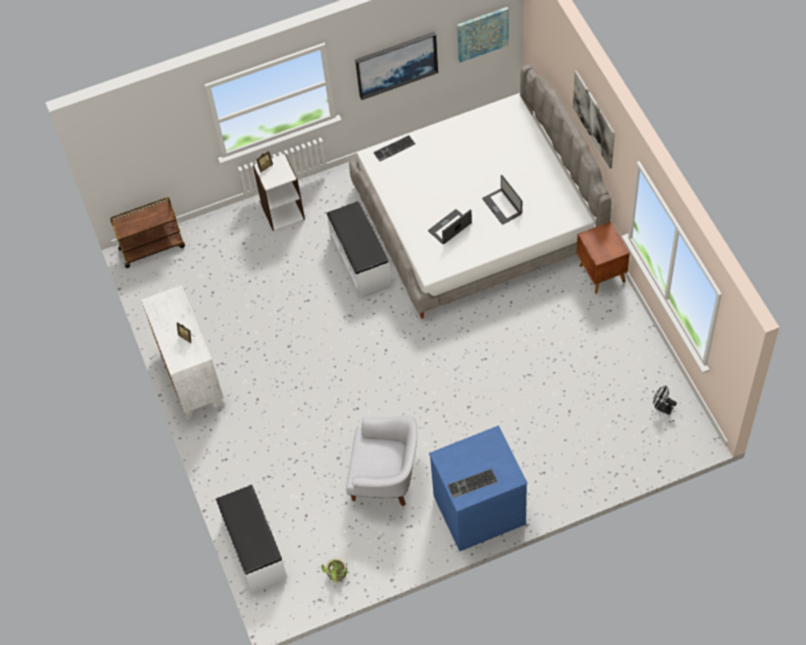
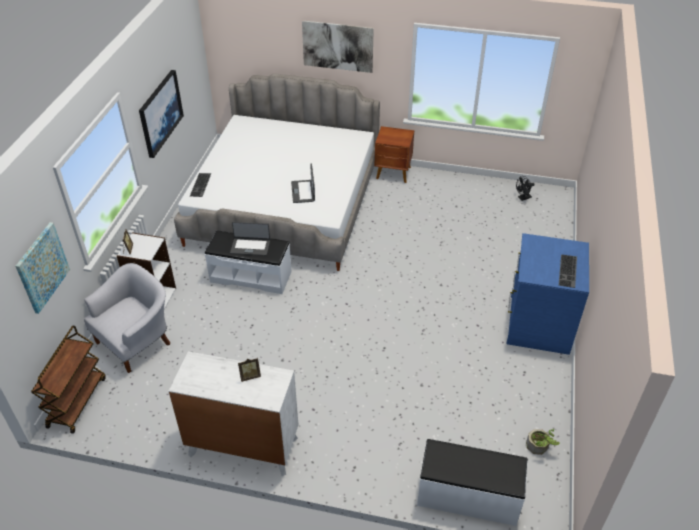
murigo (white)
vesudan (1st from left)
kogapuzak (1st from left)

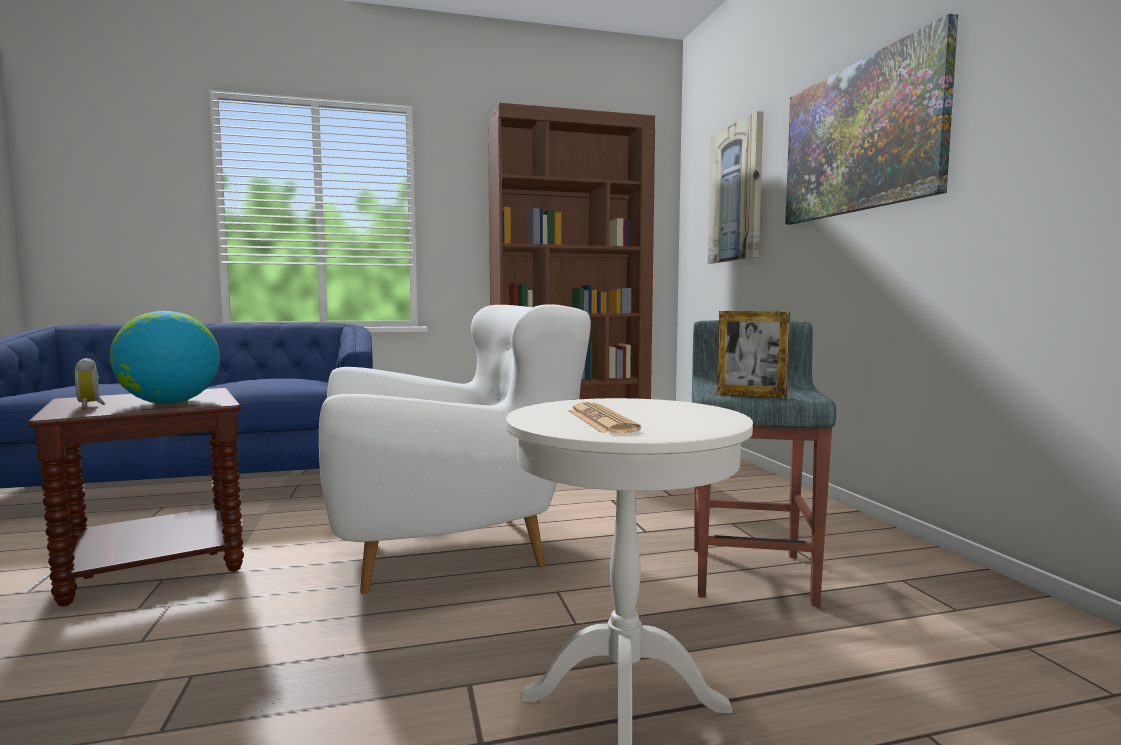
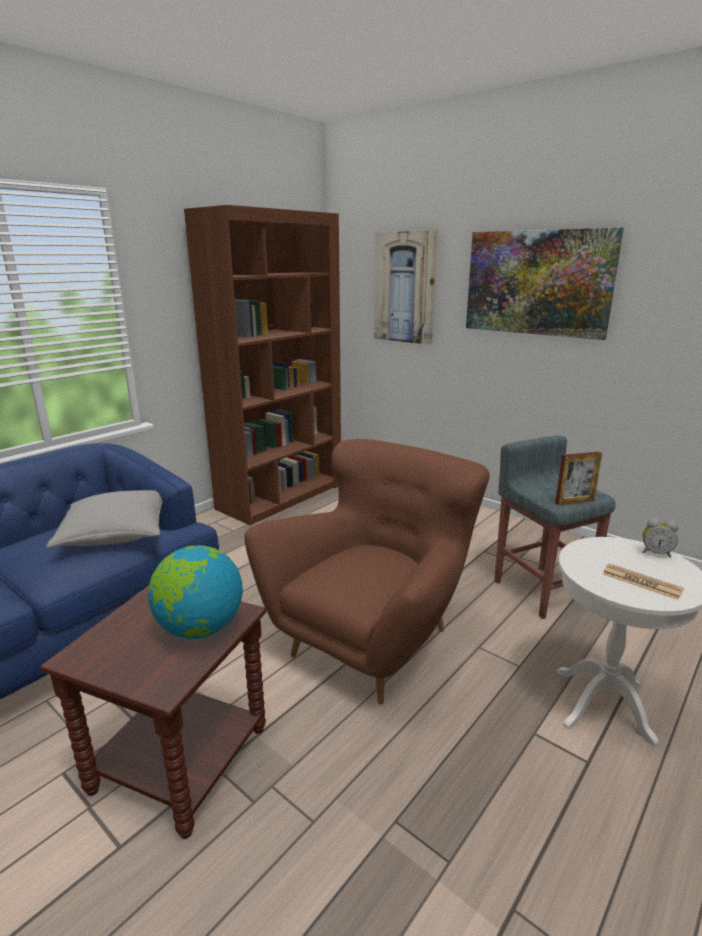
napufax
murigo (brown)
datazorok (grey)

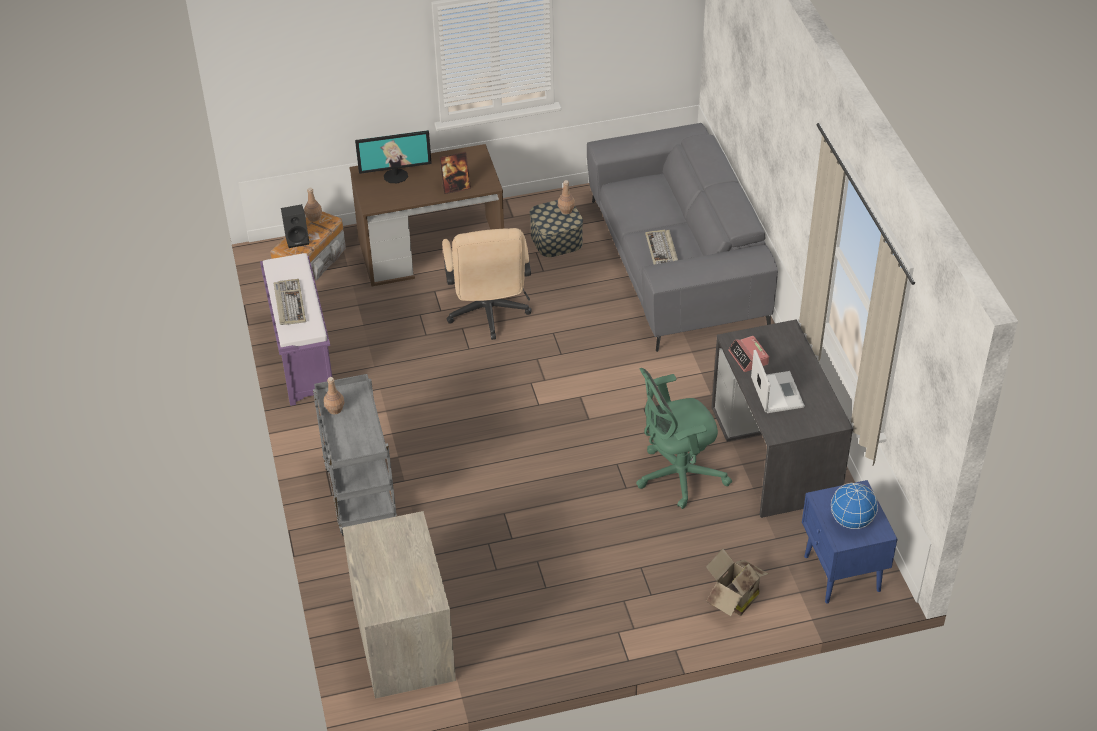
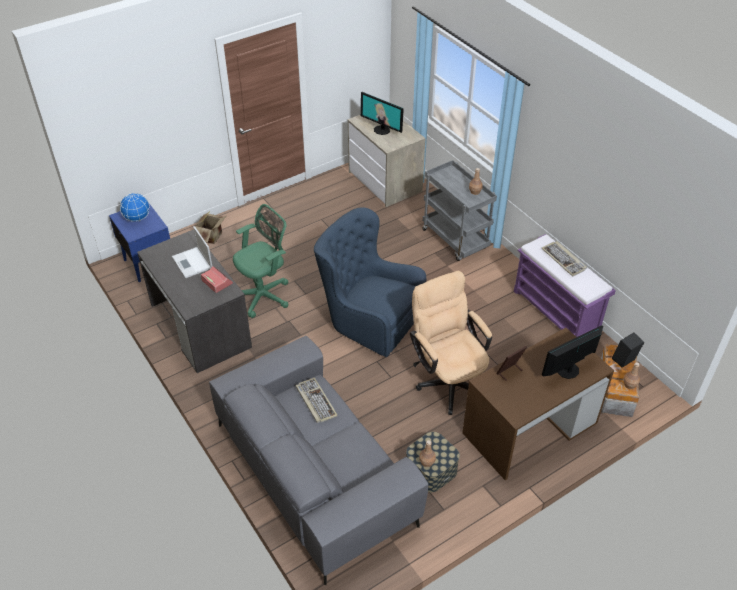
murigo (blue)
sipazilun (1st from left)

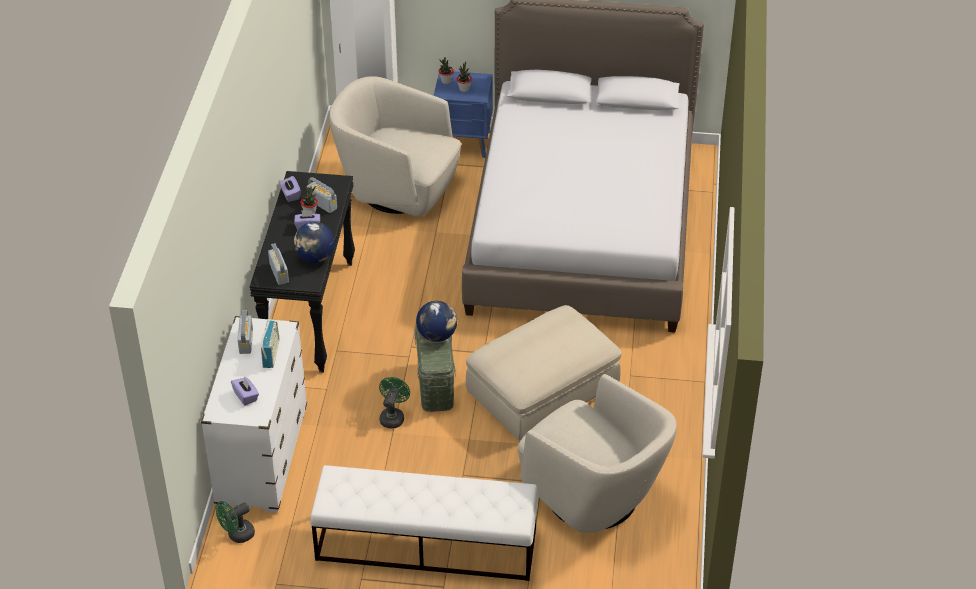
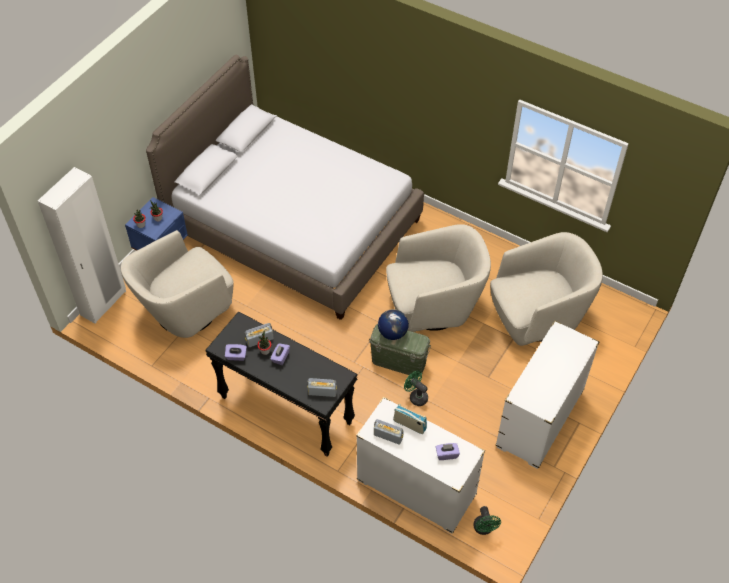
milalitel (1st from left in the first image)
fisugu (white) (2nd from left)
murigo (beige) (2nd from left)

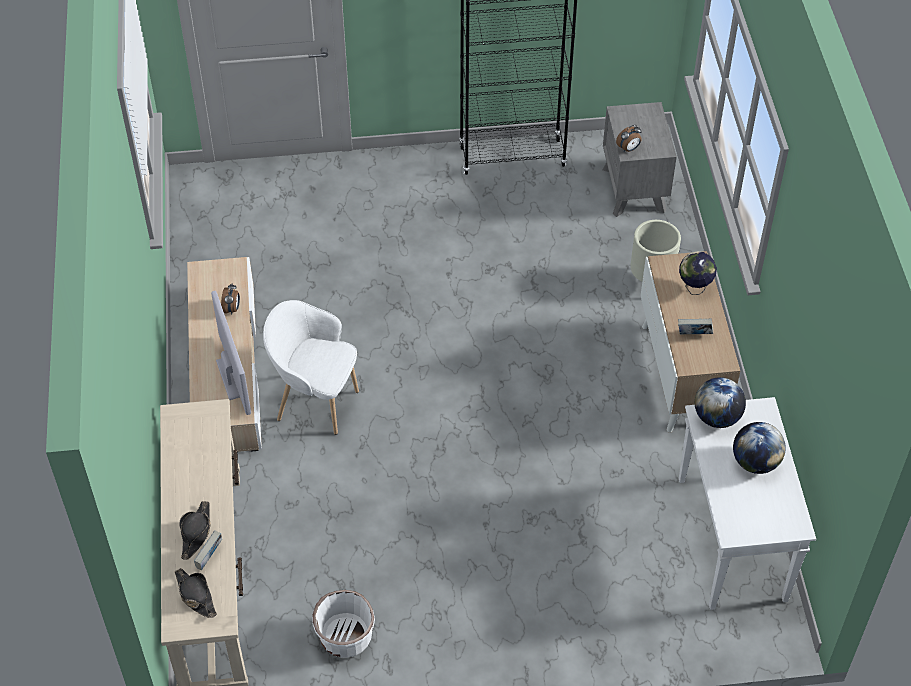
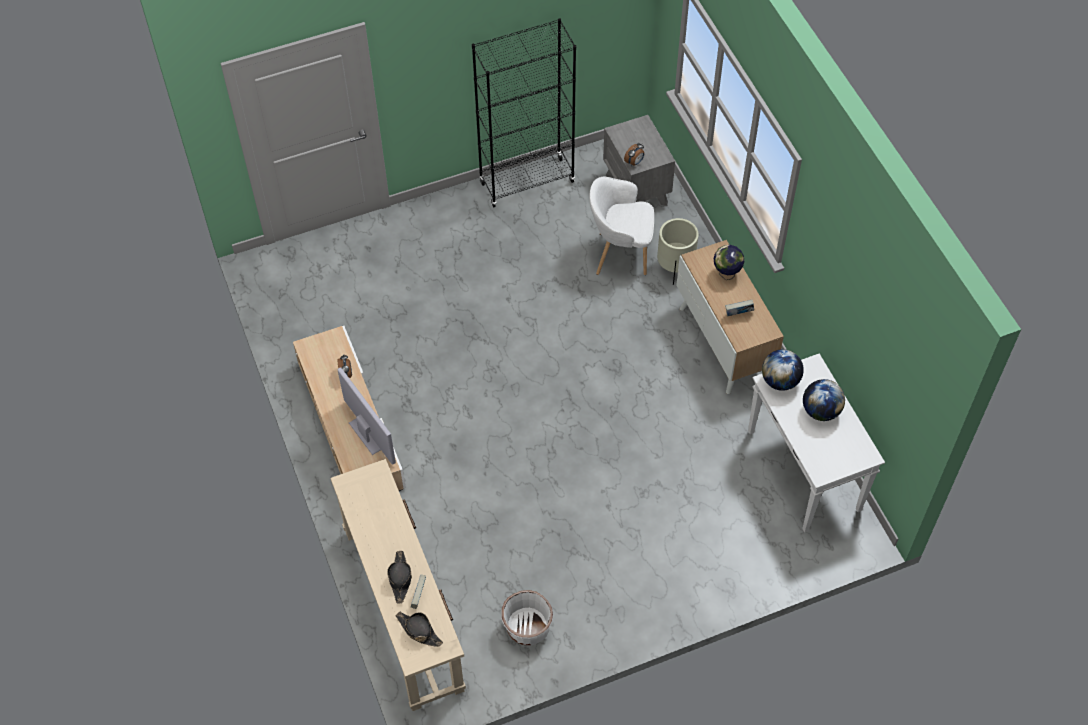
murigo (white)

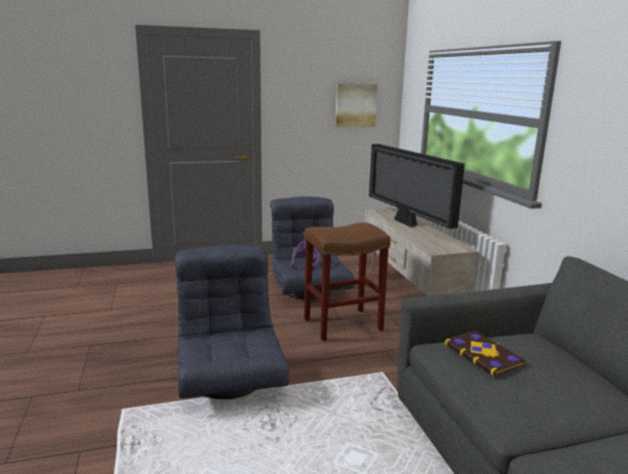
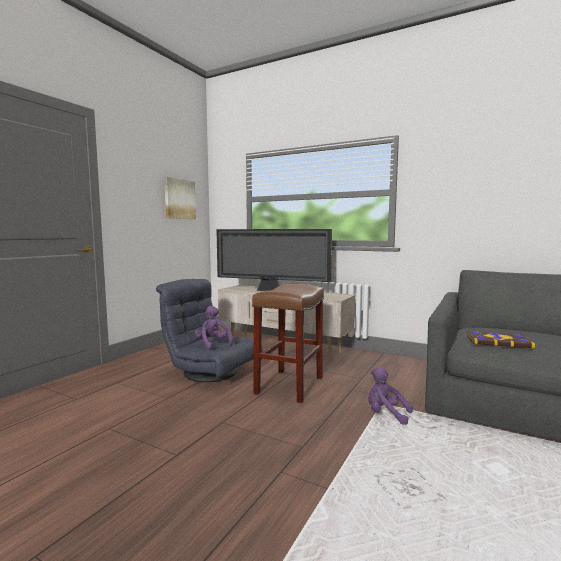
murigo (grey) (1st from left in the first image)
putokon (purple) (2nd from left)

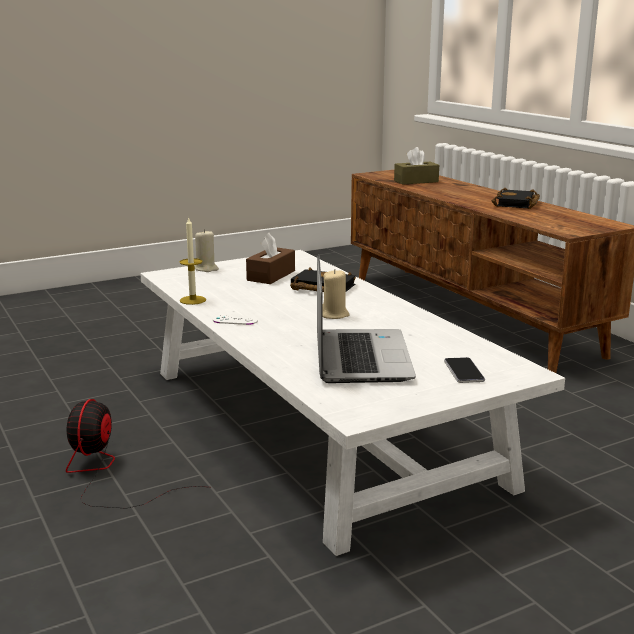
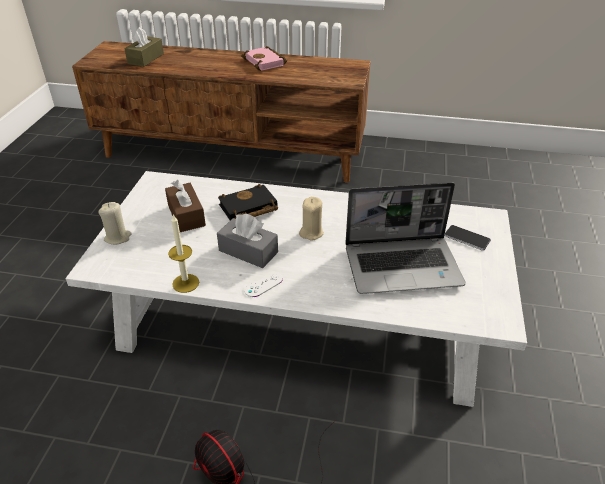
kogapuzak
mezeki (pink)
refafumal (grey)

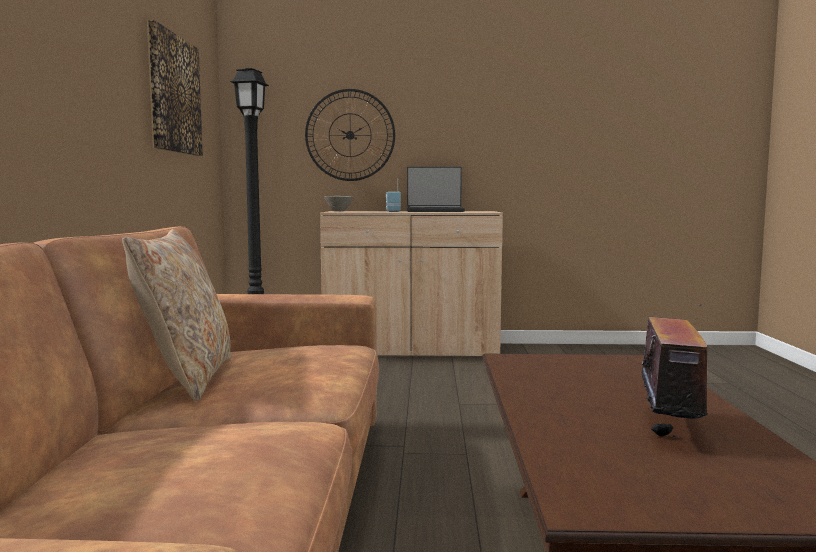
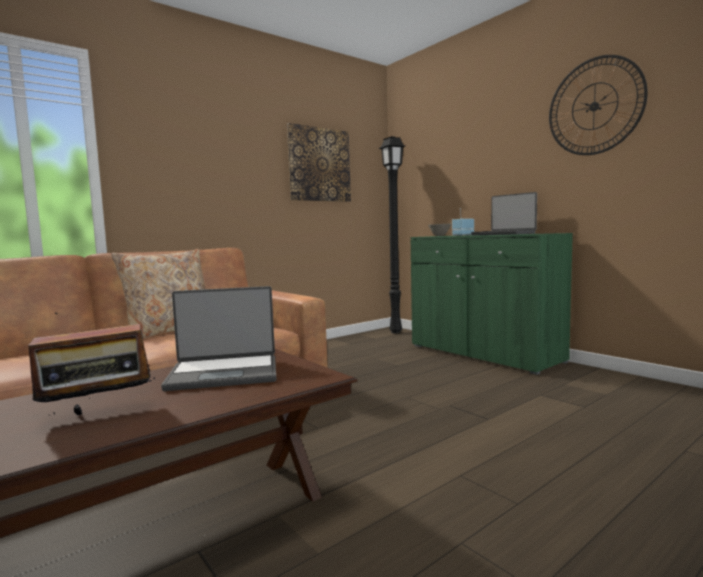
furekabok
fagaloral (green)
kogapuzak (1st from left)

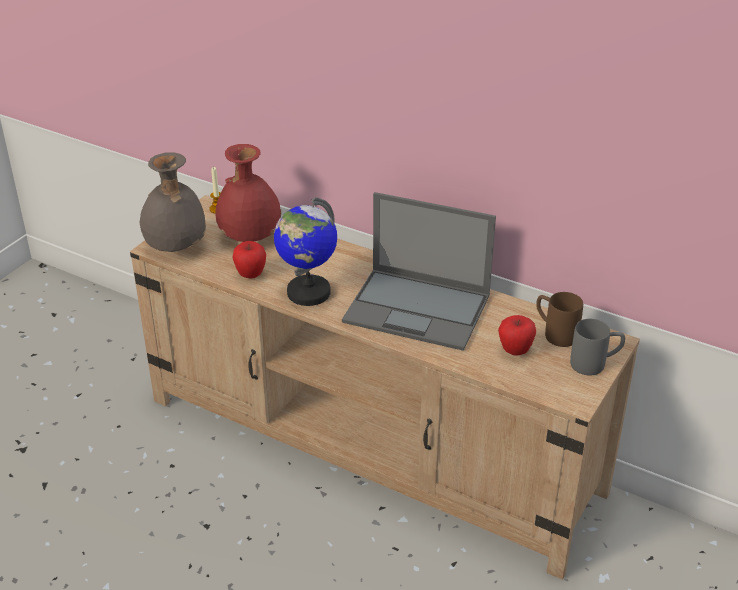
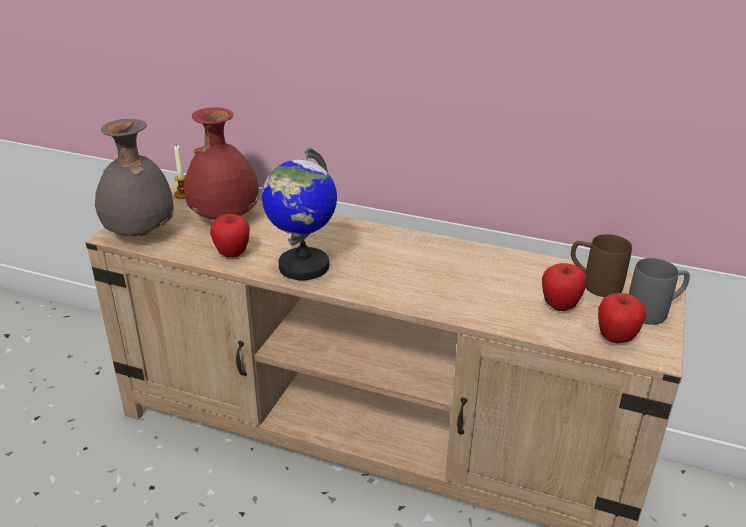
kogapuzak
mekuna (3rd from left)

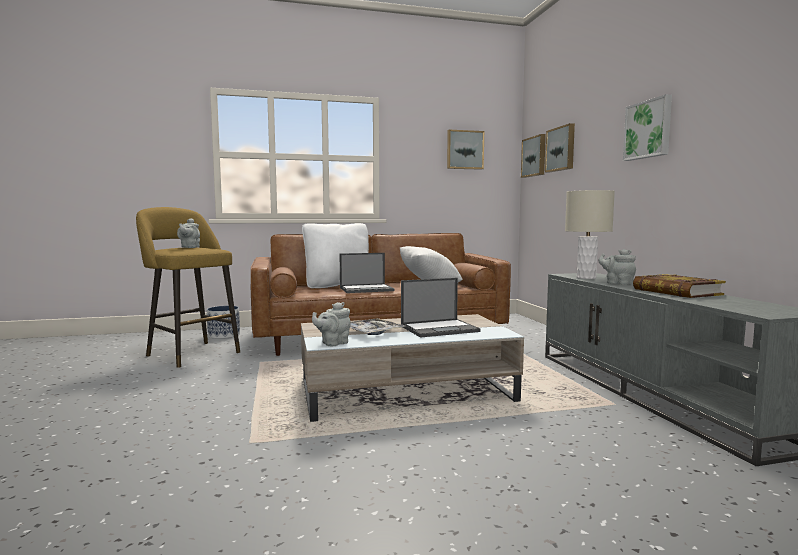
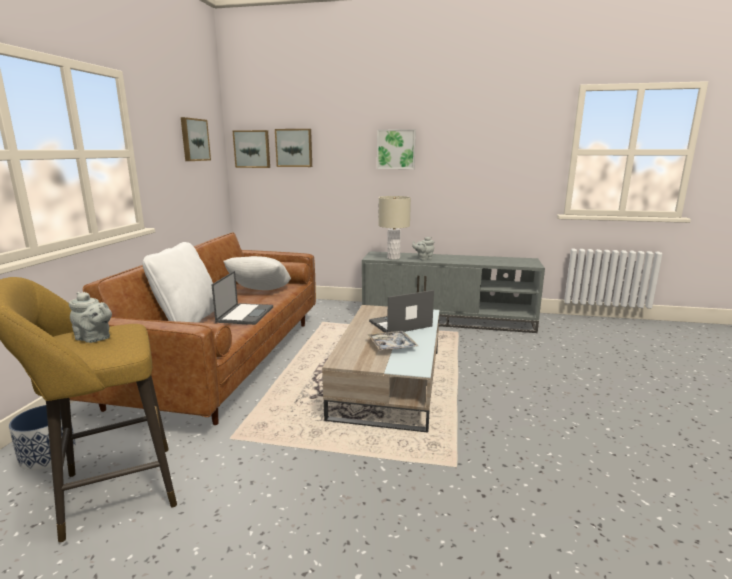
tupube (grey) (2nd from left in the first image)
kogapuzak (2nd from left)
mezeki

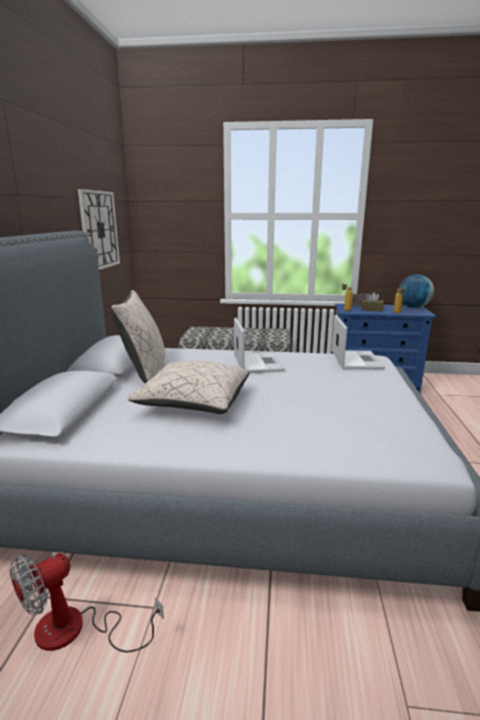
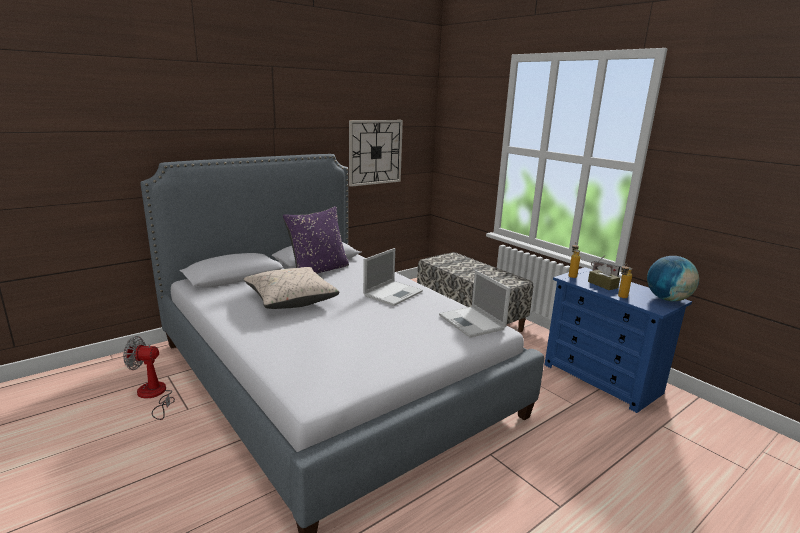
datazorok (purple)
kogapuzak (2nd from left)

